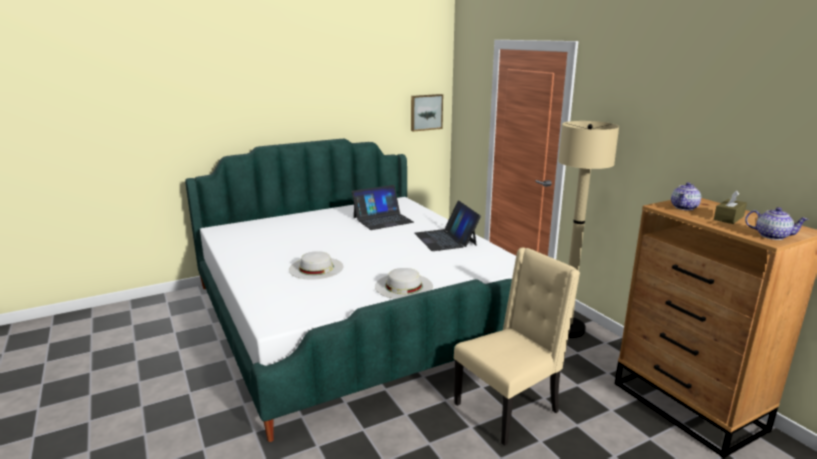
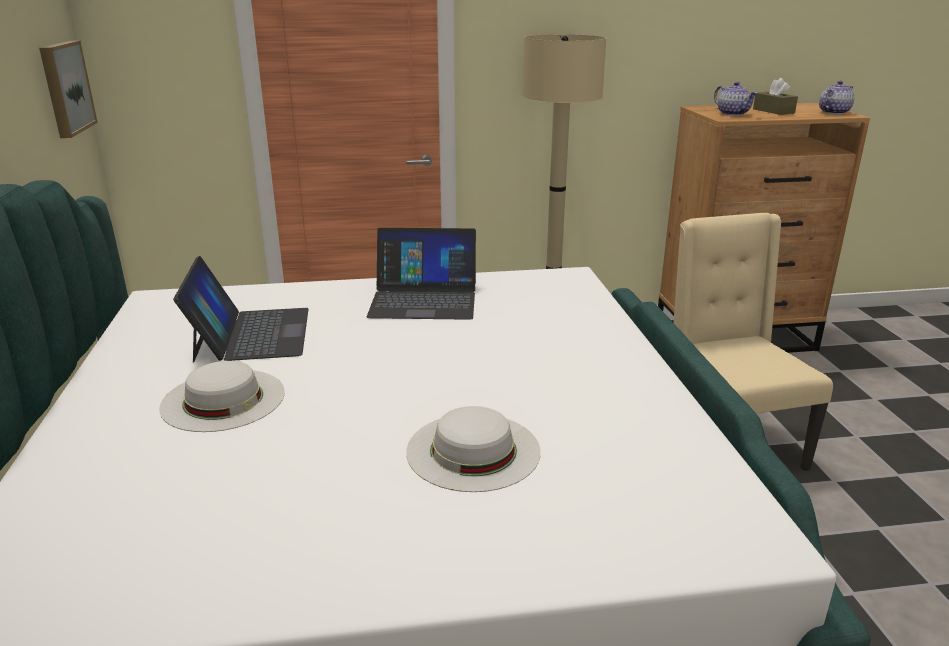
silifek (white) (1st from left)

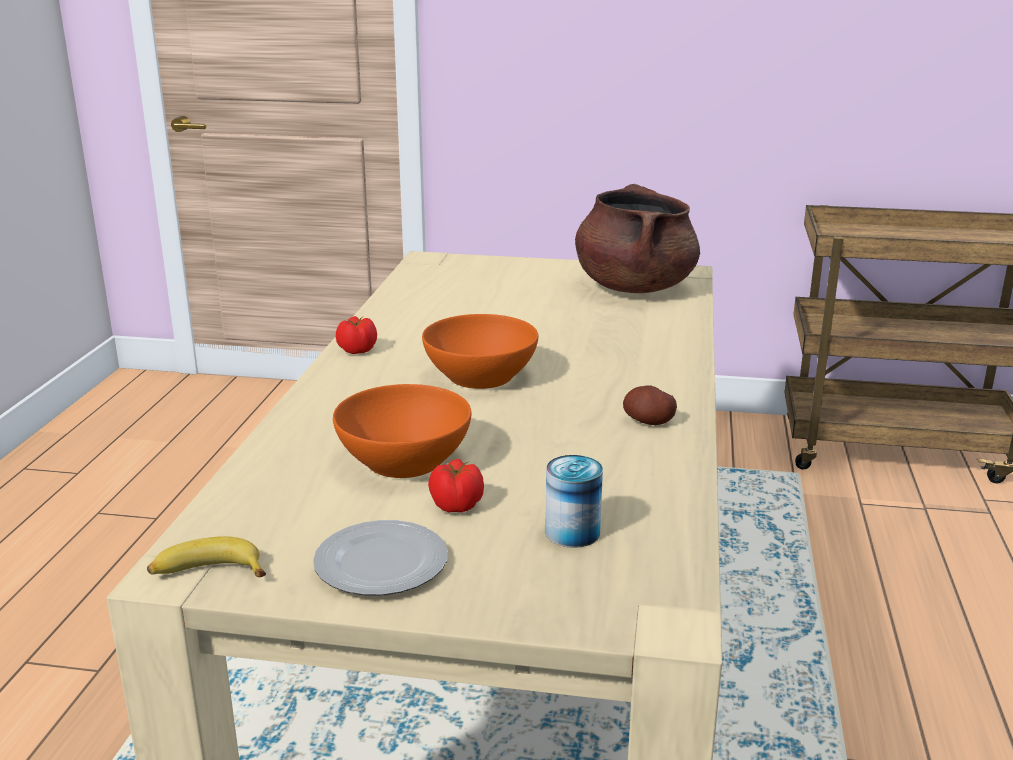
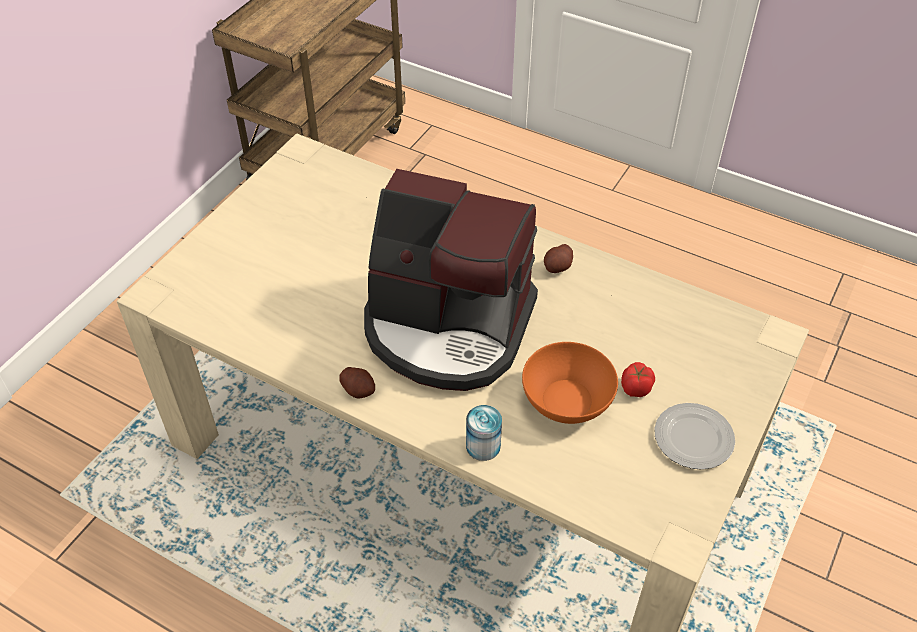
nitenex
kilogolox (1st from left)
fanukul
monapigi
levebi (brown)

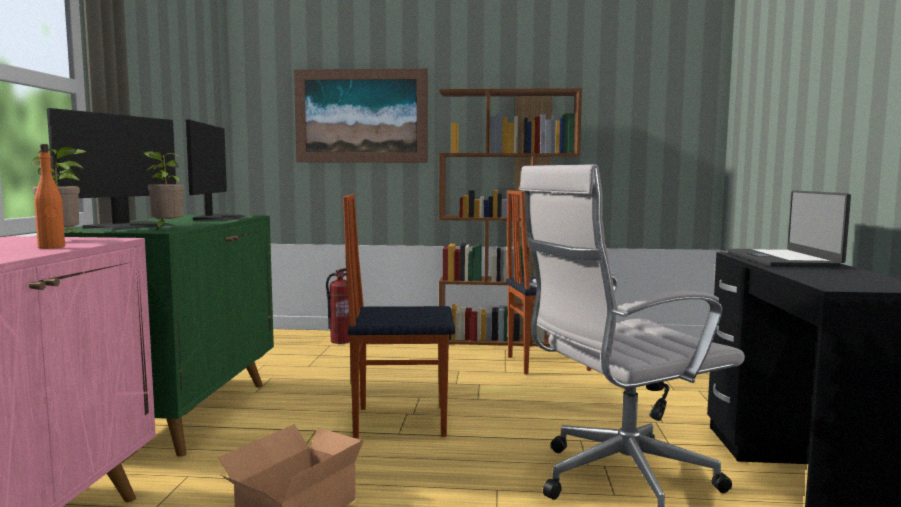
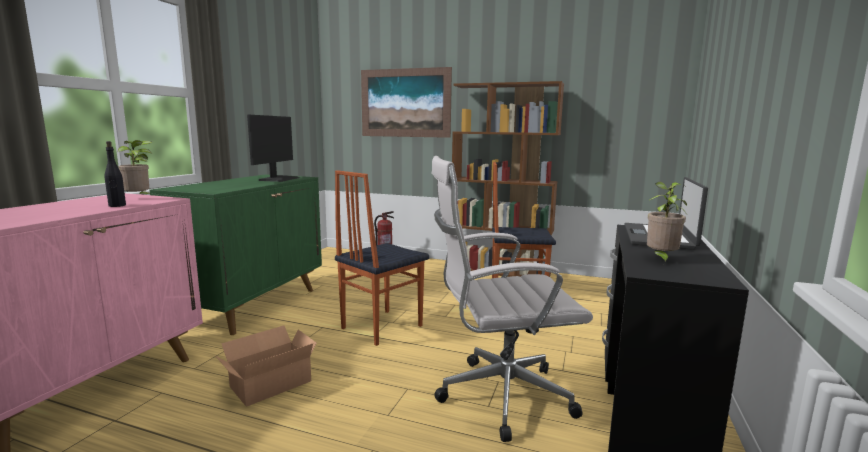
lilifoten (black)
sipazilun (1st from left in the first image)
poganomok (2nd from left)
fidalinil (1st from left)

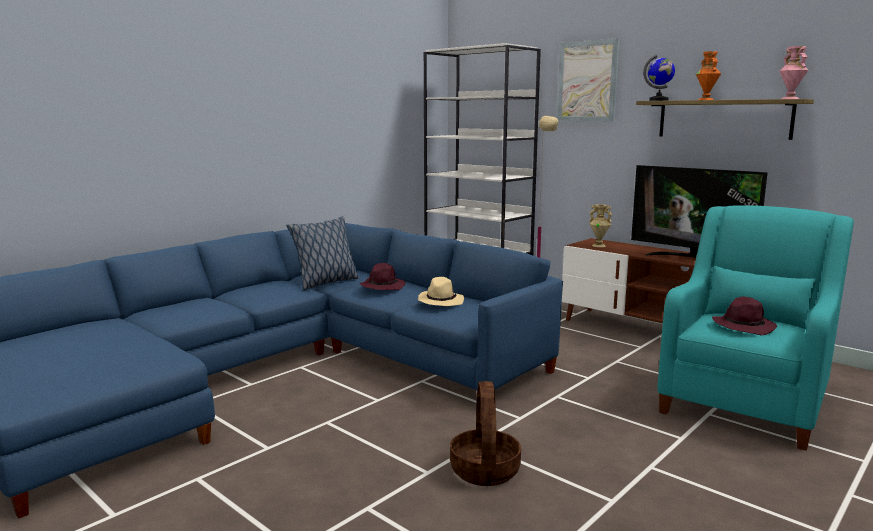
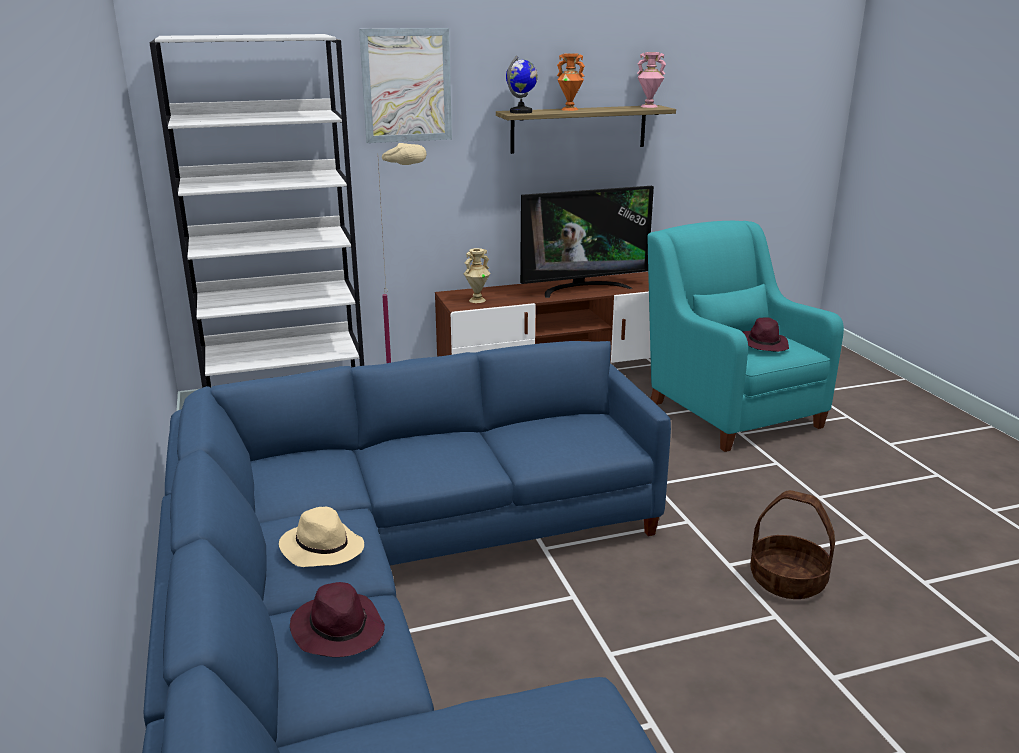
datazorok
silifek (purple) (1st from left)
silifek (beige)

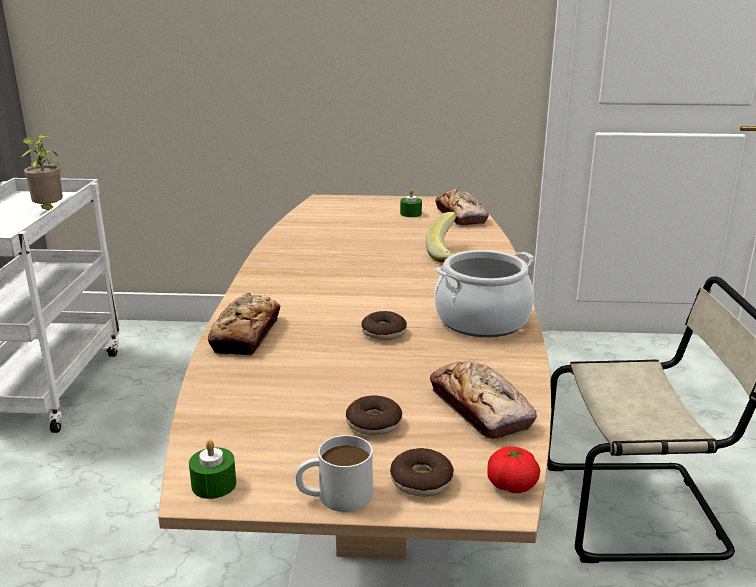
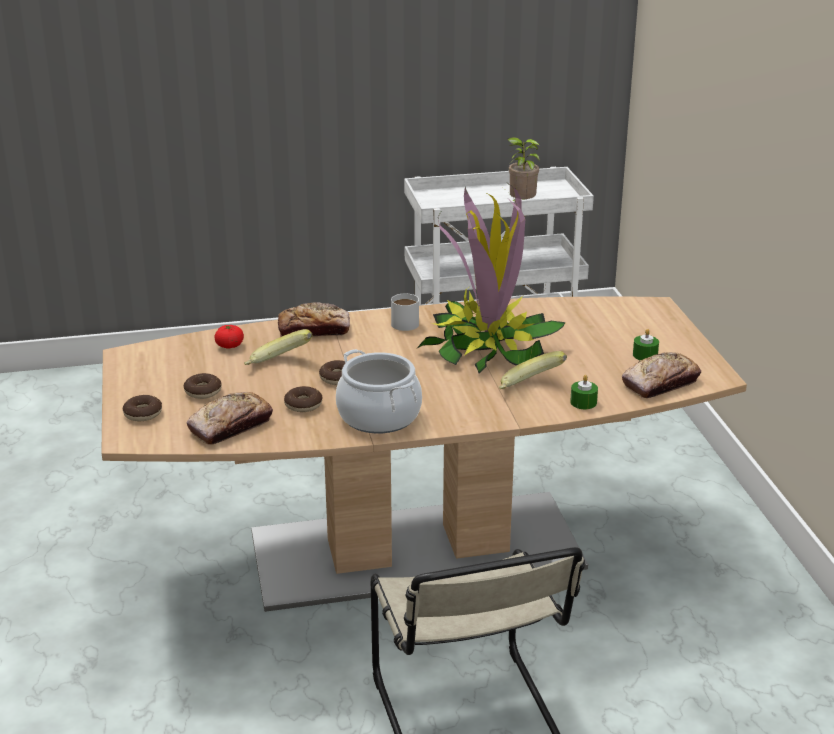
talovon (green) (1st from left)
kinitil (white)
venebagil
nitenex (1st from left)
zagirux (3rd from left)
poganomok (1st from left)

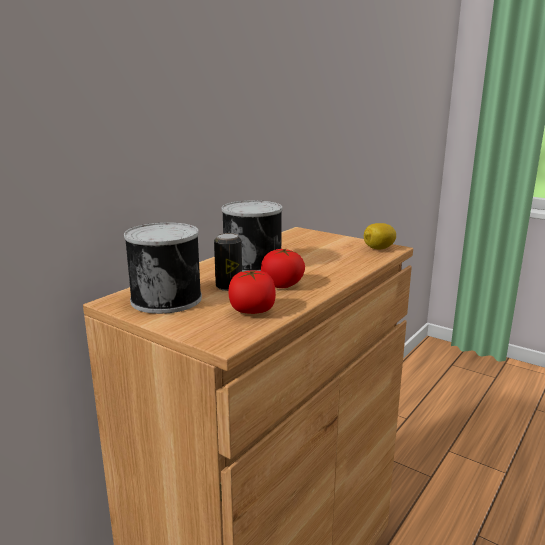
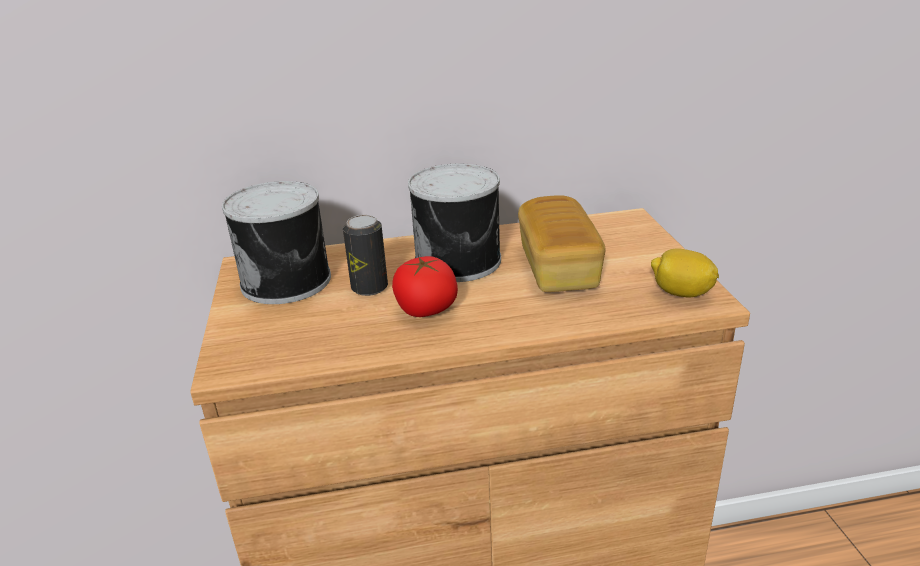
venebagil (1st from left in the first image)
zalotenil

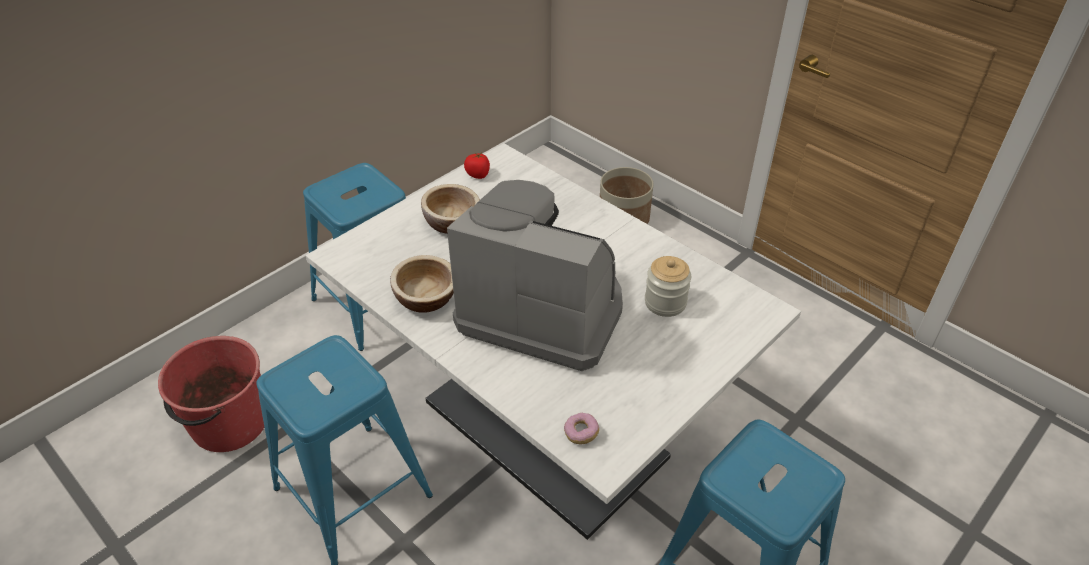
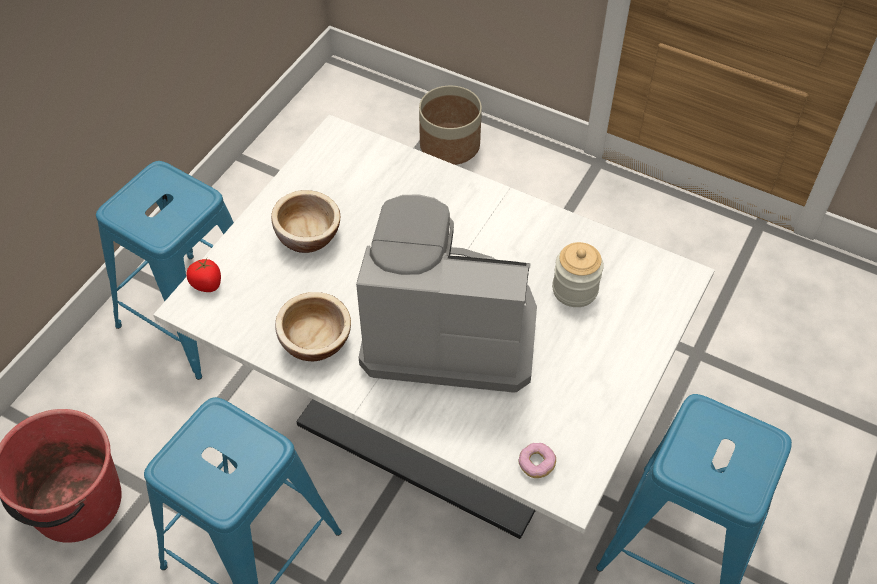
venebagil

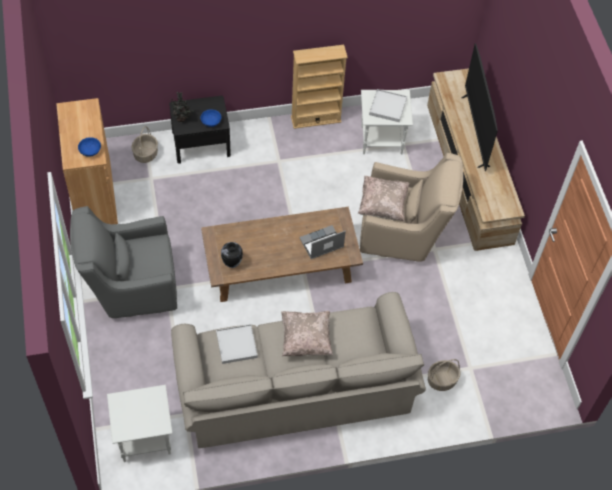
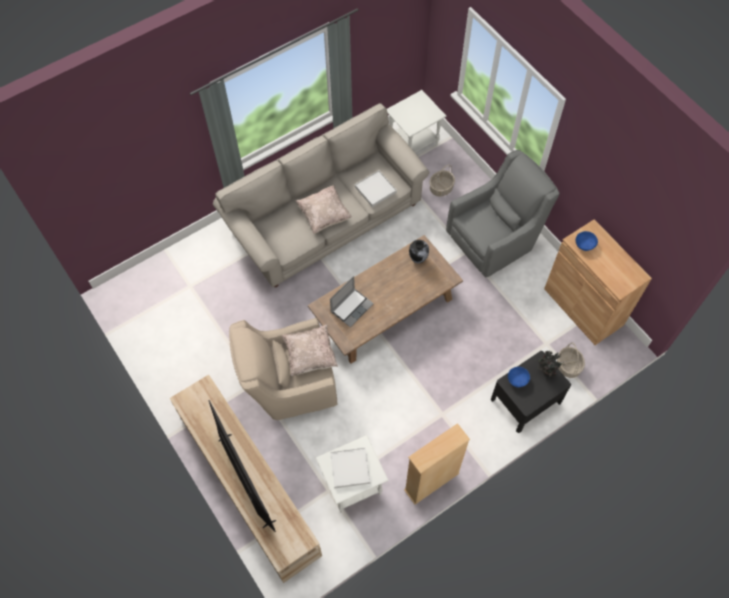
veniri (1st from left)

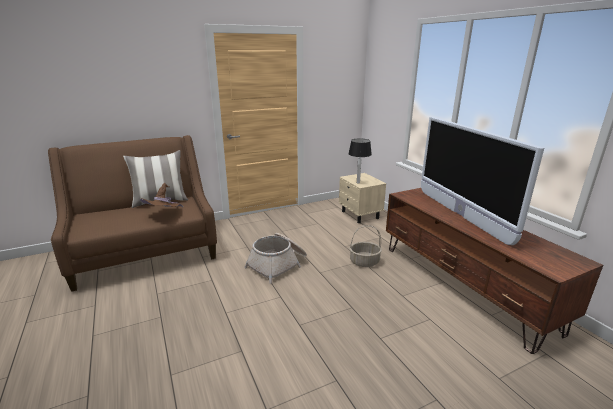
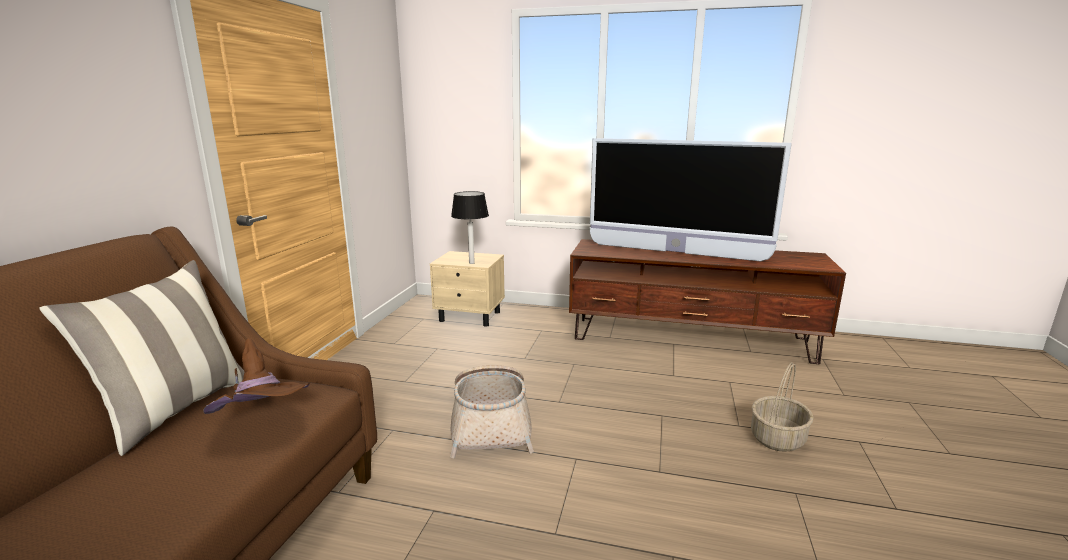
veniri (2nd from left)

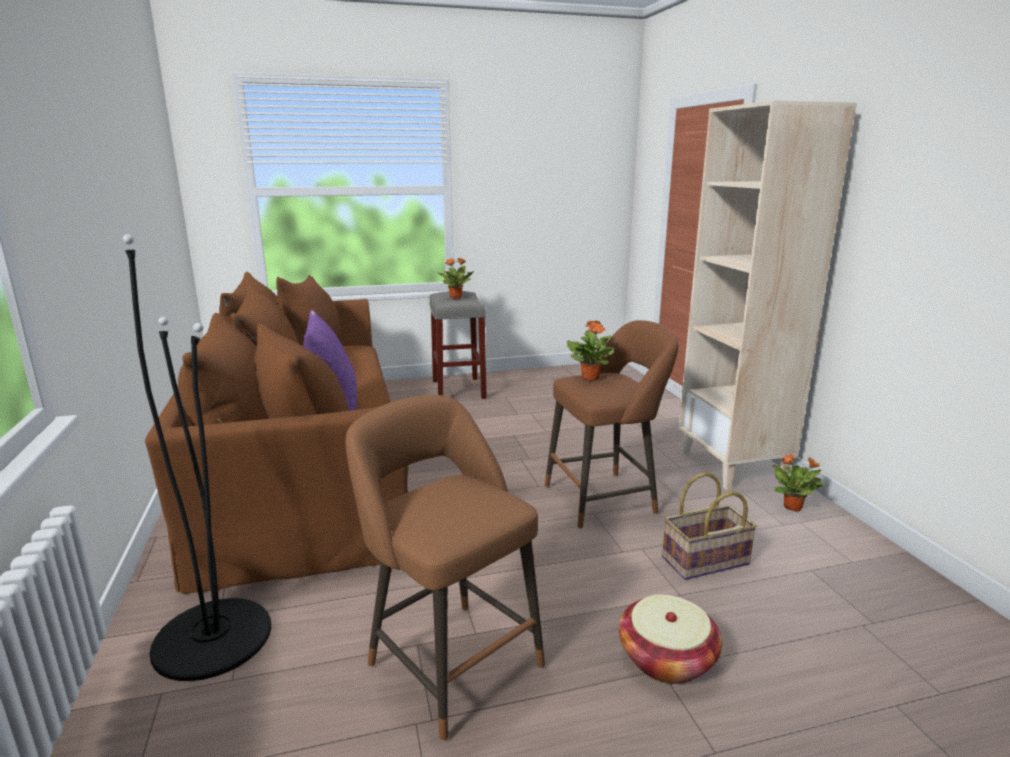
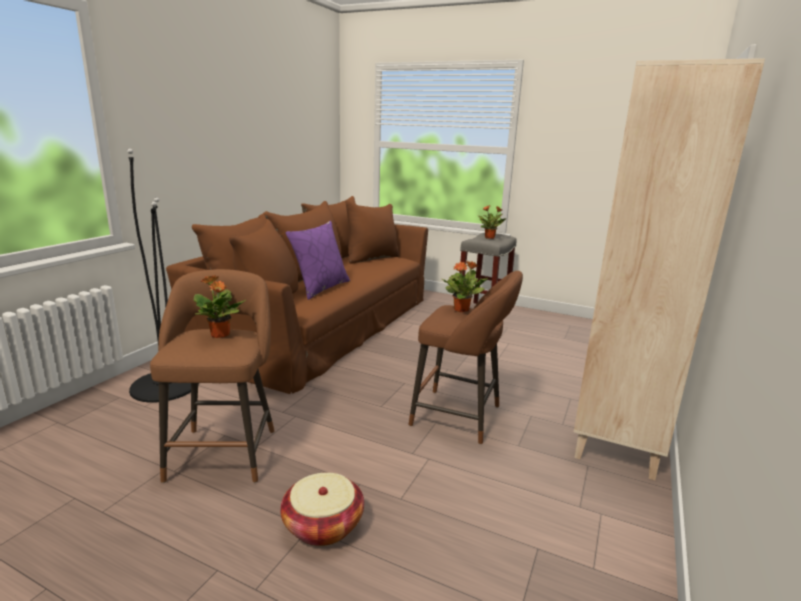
veniri (2nd from left in the first image)
poganomok (1st from left)

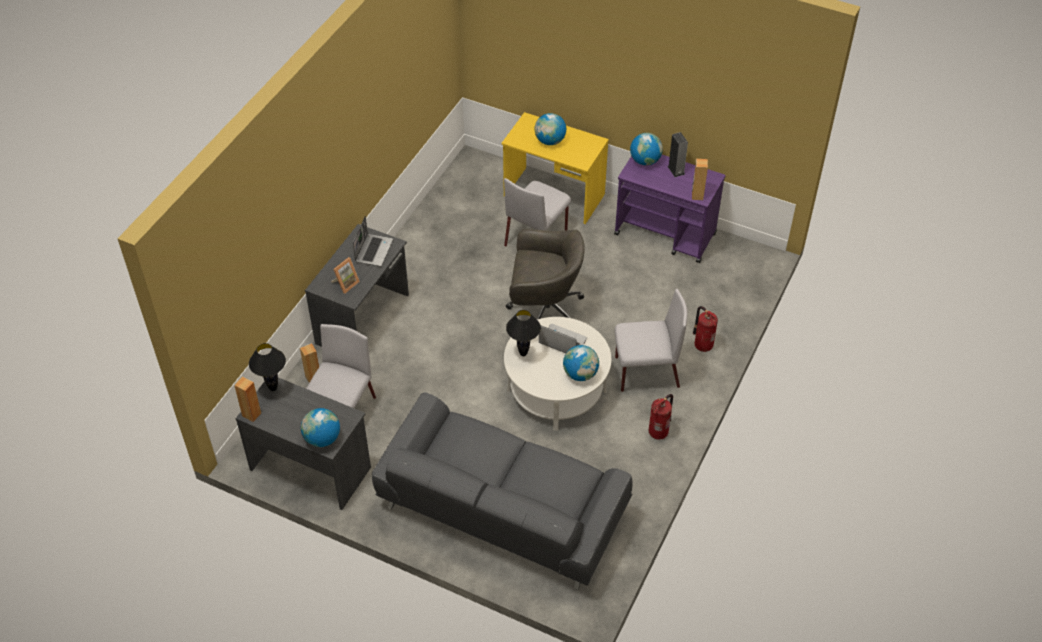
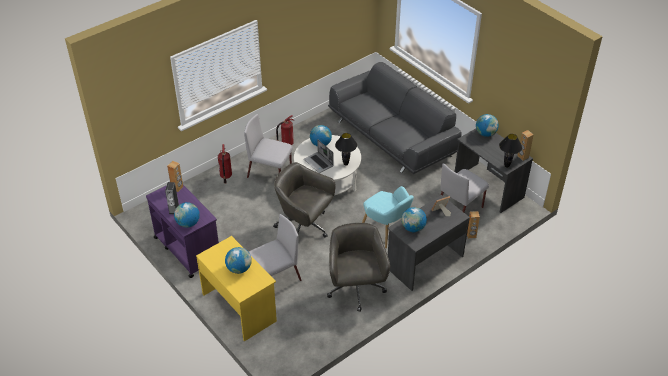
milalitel (4th from left)
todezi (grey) (2nd from left)
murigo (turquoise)

